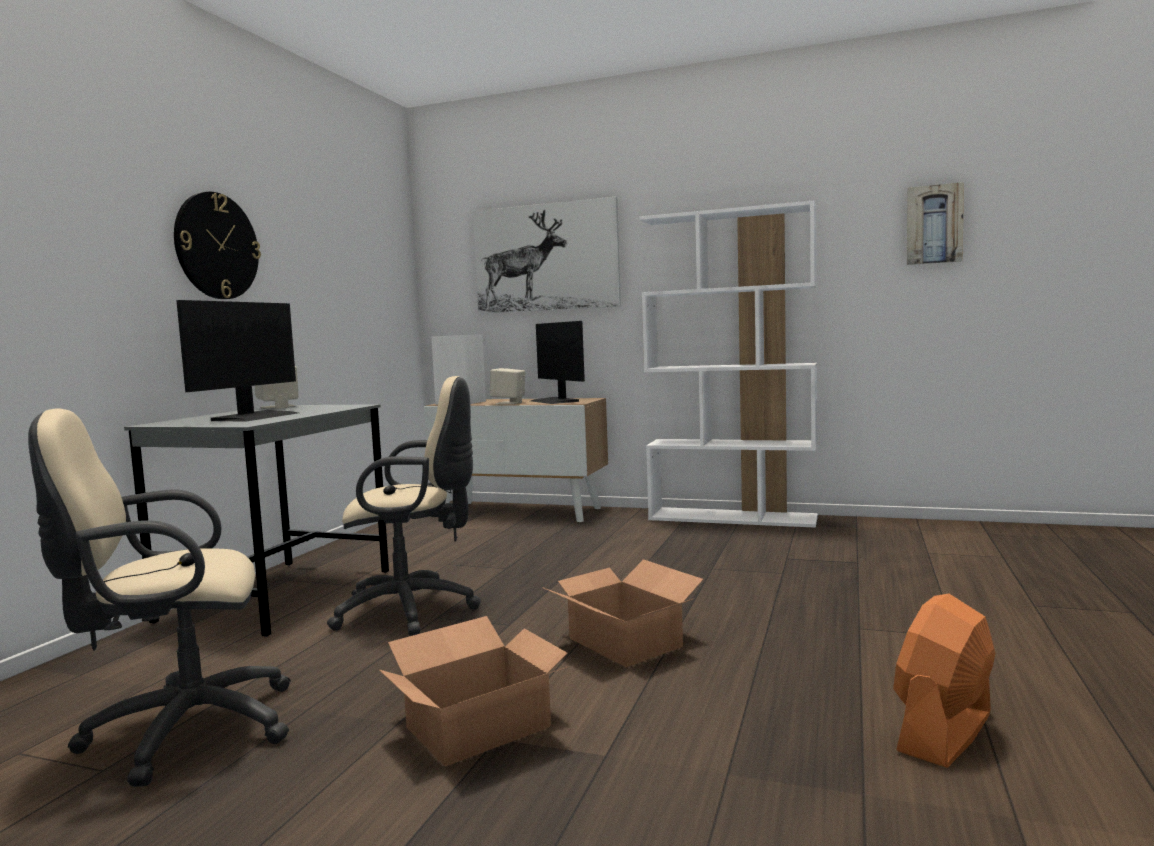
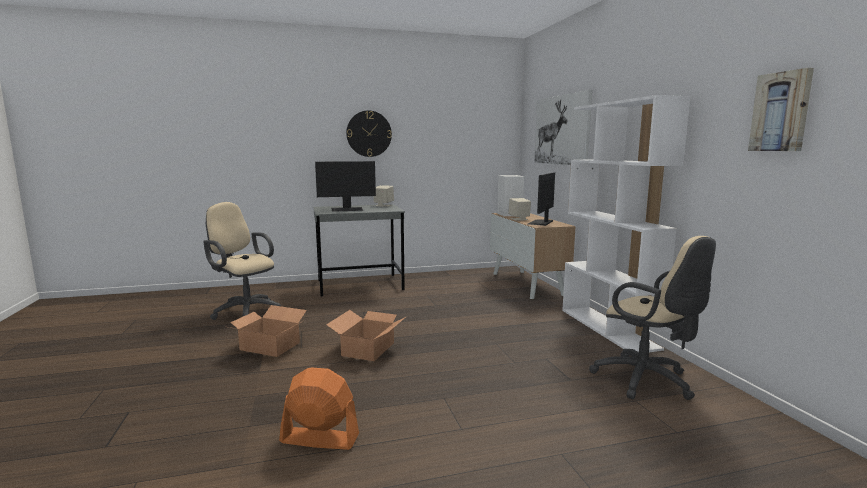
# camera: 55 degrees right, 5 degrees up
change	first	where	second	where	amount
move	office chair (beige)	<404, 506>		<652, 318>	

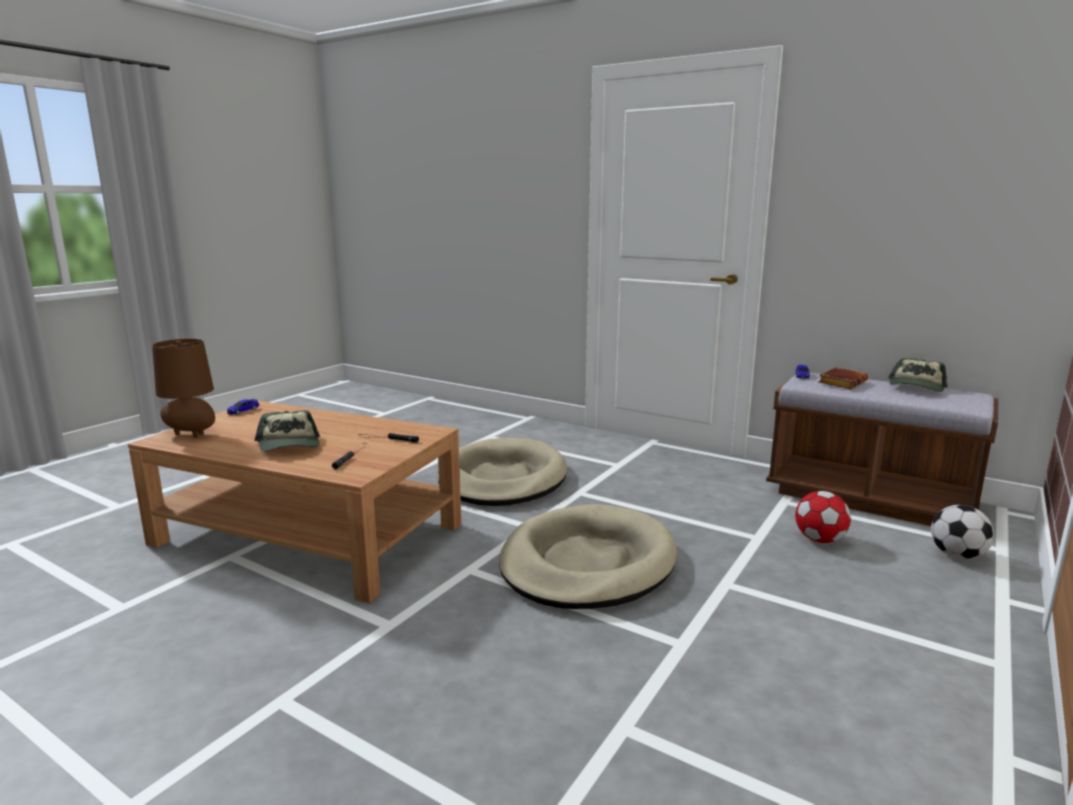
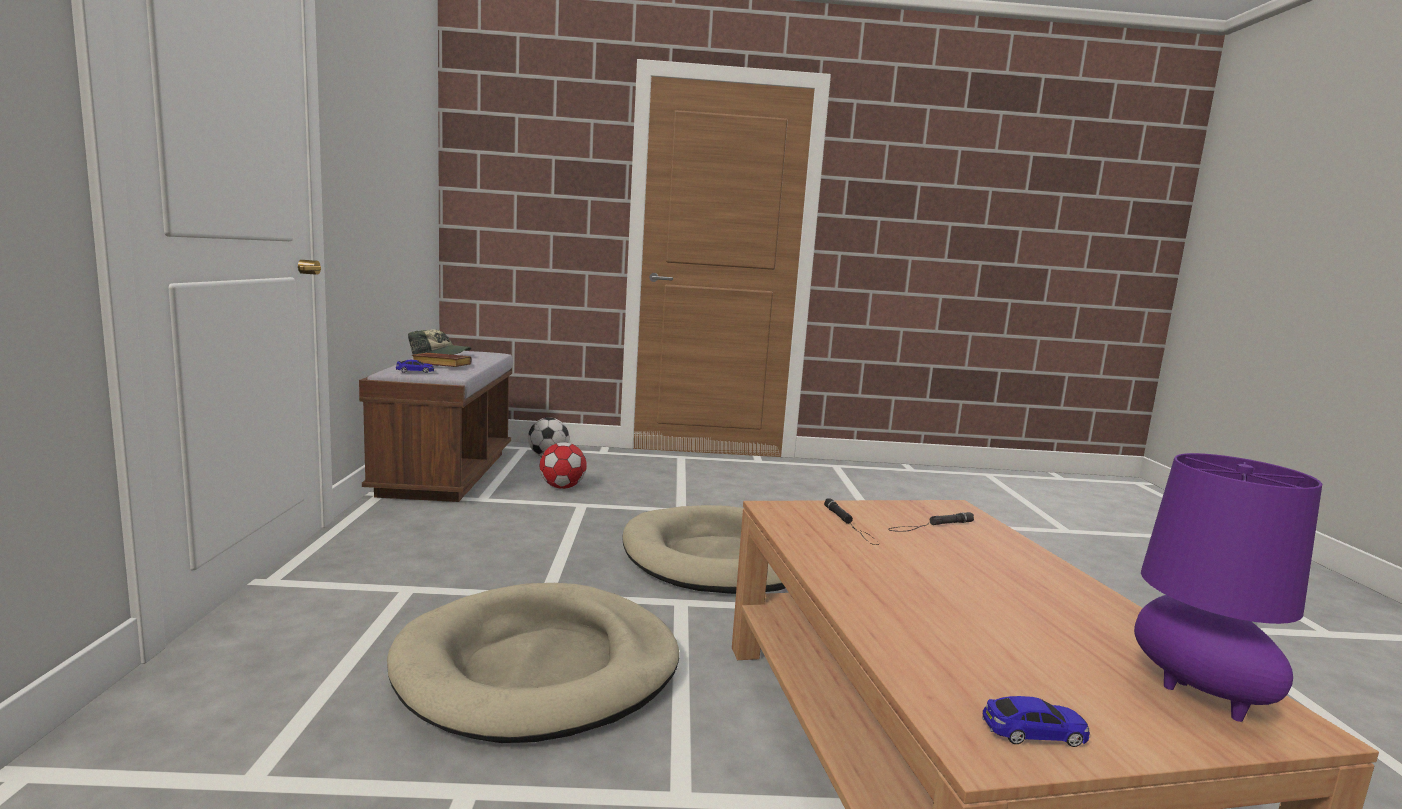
# camera: 125 degrees left, 5 degrees down
change	first	where	second	where	amount
recolor	table lamp (brown-coloured)	<183, 388>	table lamp (purplish)	<1228, 587>	
delete	baseball cap	<287, 431>			

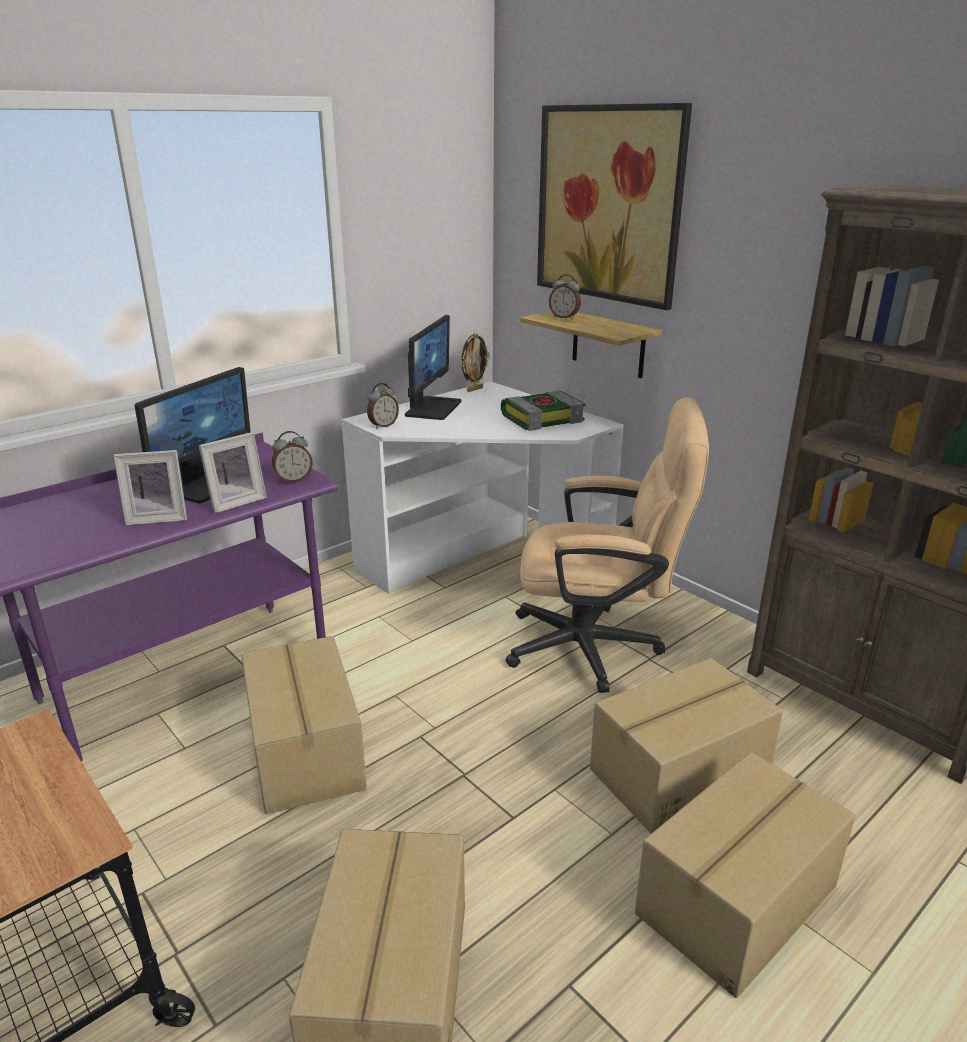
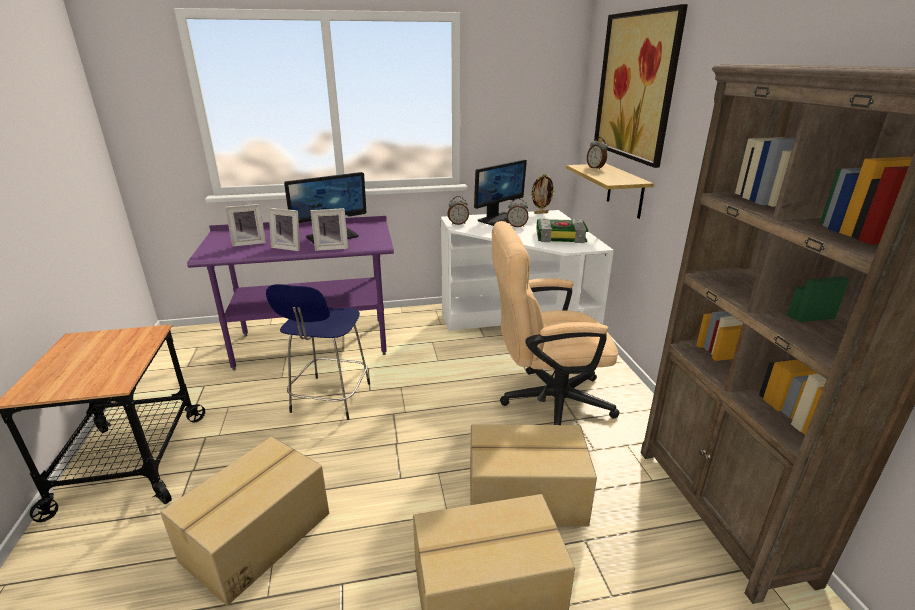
# camera: 30 degrees right, 0 degrees up
change	first	where	second	where	amount
insert			standing frame	<245, 225>	
replace	carton	<304, 725>	stool (bluish)	<318, 352>	
rotate	office chair (beige)	<607, 545>		<556, 323>	135 degrees clockwise
move	bedside clock	<292, 457>		<517, 212>	

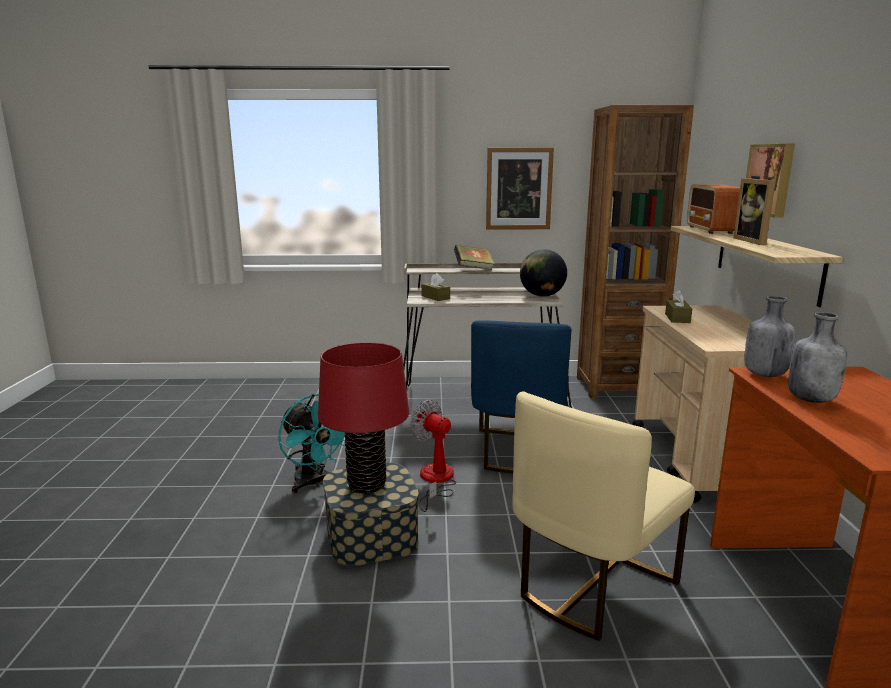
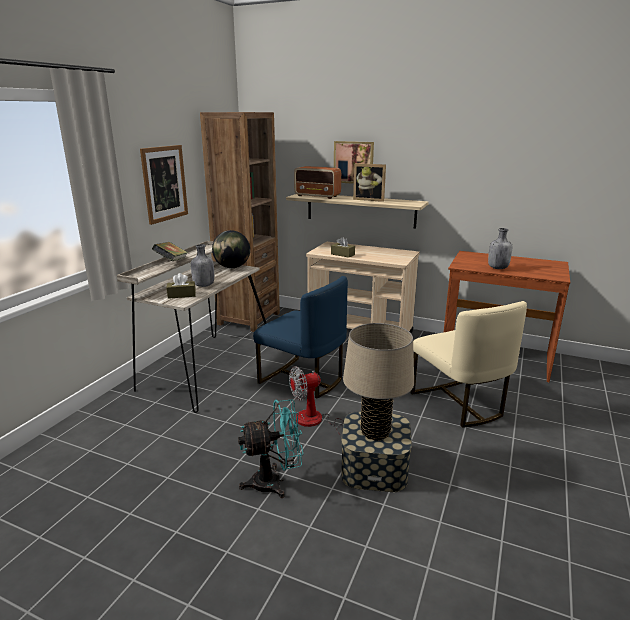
# camera: 65 degrees left, 5 degrees up
change	first	where	second	where	amount
move	bottle (grey)	<770, 336>		<202, 265>	
recolor	table lamp (red-coloured)	<363, 418>	table lamp (beige)	<378, 382>	

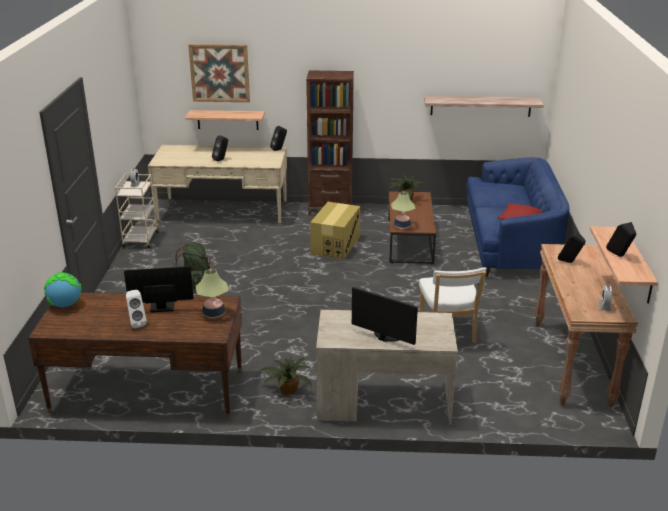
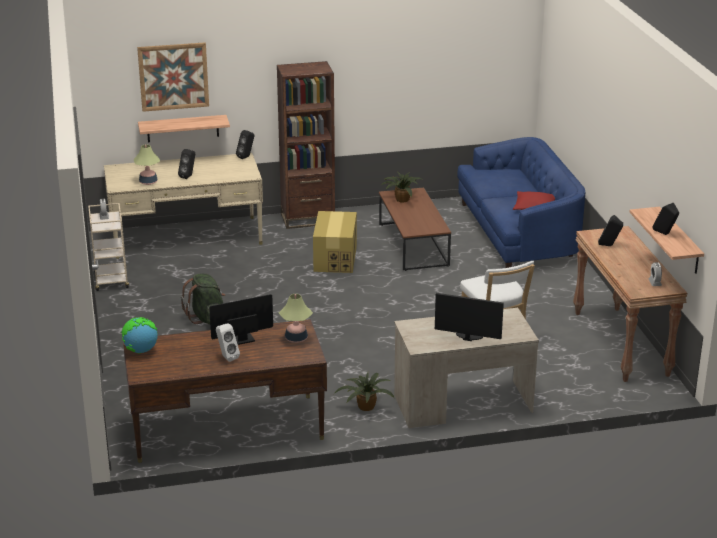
# camera: 15 degrees left, 0 degrees up
change	first	where	second	where	amount
move	table lamp	<403, 210>		<147, 164>	
delete	shelf	<484, 106>			

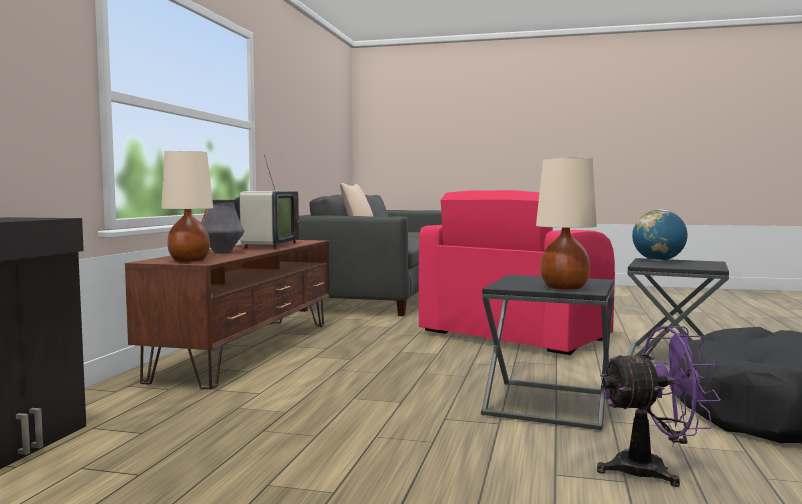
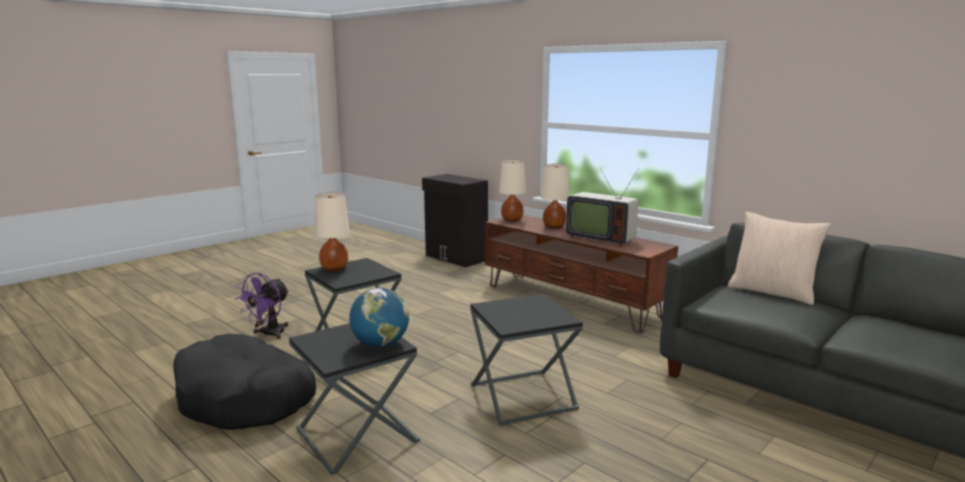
# camera: 120 degrees right, 10 degrees up
change	first	where	second	where	amount
replace	easy chair (pinkish)	<517, 272>	accent table (black)	<527, 359>	
replace	flower vase	<222, 226>	table lamp (beige)	<555, 196>	

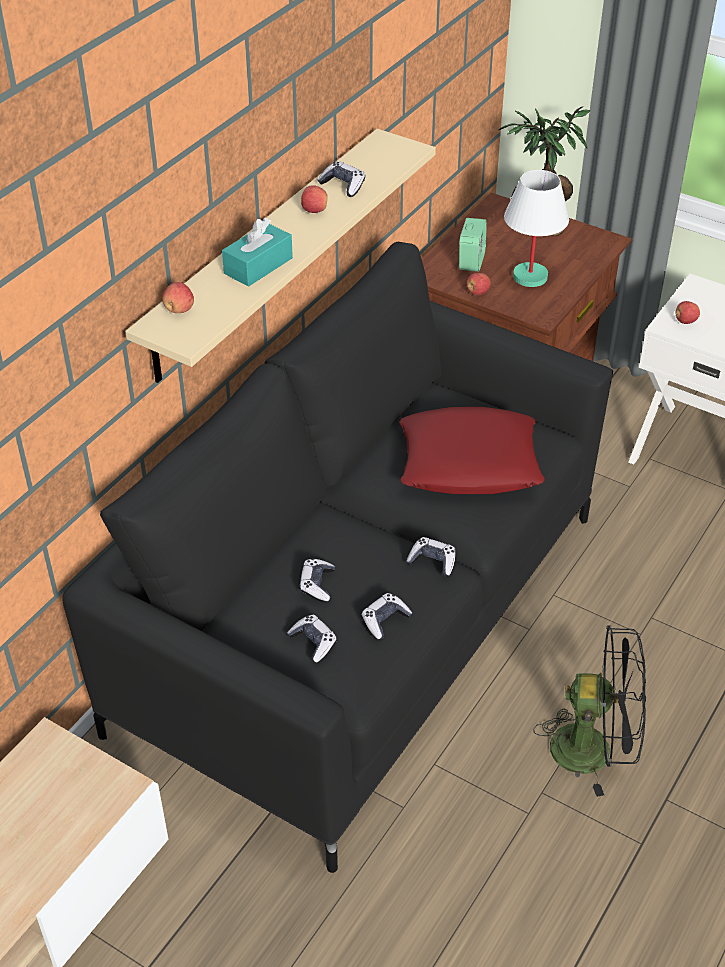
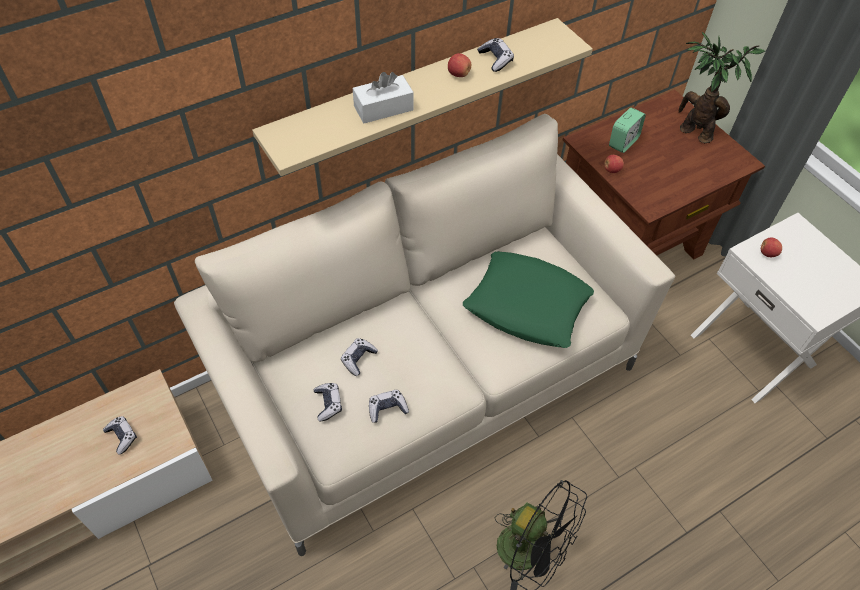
# camera: 25 degrees right, 10 degrees up
change	first	where	second	where	amount
move	joypad	<431, 556>		<120, 435>	
recolor	couch (black)	<337, 557>	couch (beige)	<424, 335>	
recolor	box of tissues (turquoise)	<257, 252>	box of tissues (whitish)	<383, 97>	
recolor	cushion (red-coloured)	<472, 450>	cushion (greenish)	<528, 299>	
delete	apple fruit	<178, 297>			
delete	table lamp (whitish)	<536, 228>			

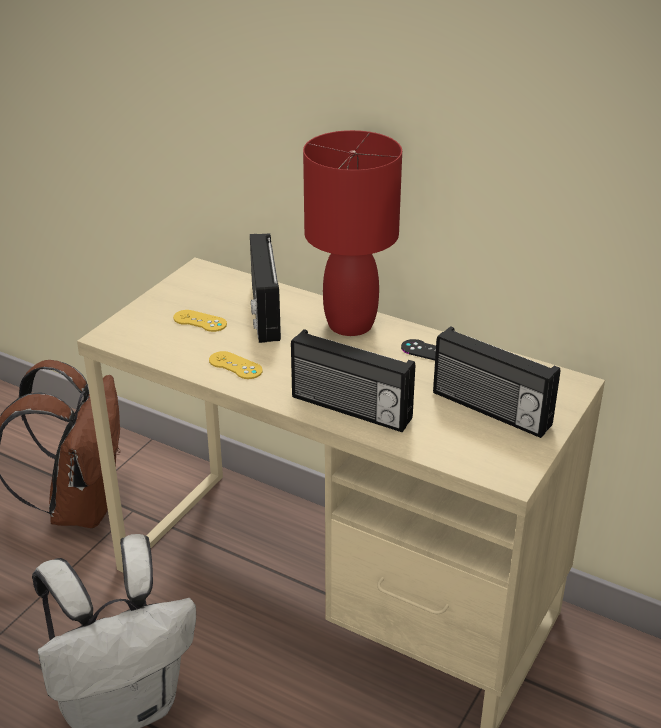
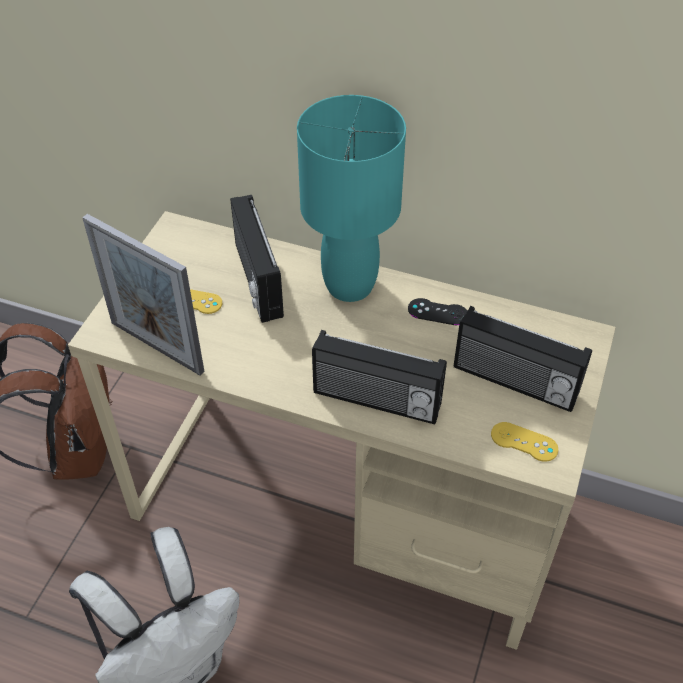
# camera: 10 degrees left, 15 degrees up
change	first	where	second	where	amount
insert			standing frame	<143, 295>	
recolor	table lamp (red-coloured)	<352, 233>	table lamp (turquoise)	<351, 198>	
move	joypad (yellowish)	<236, 365>		<524, 442>	

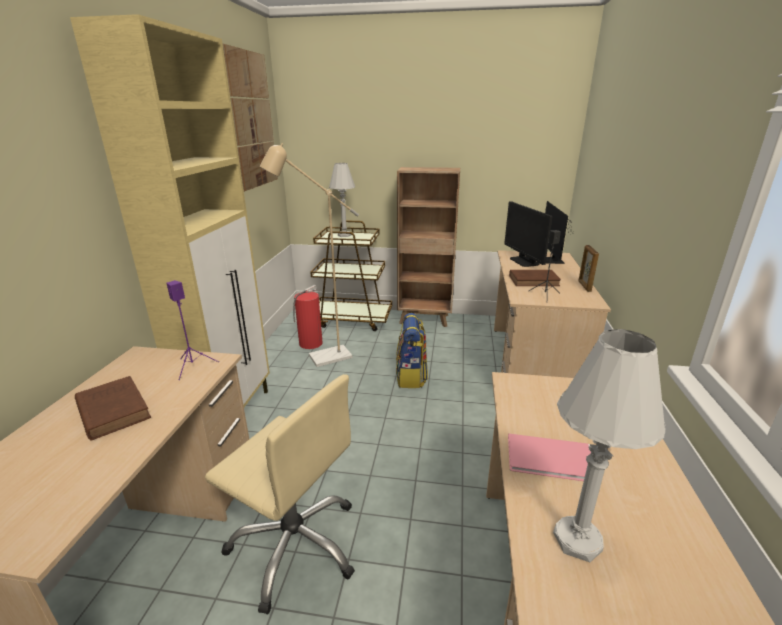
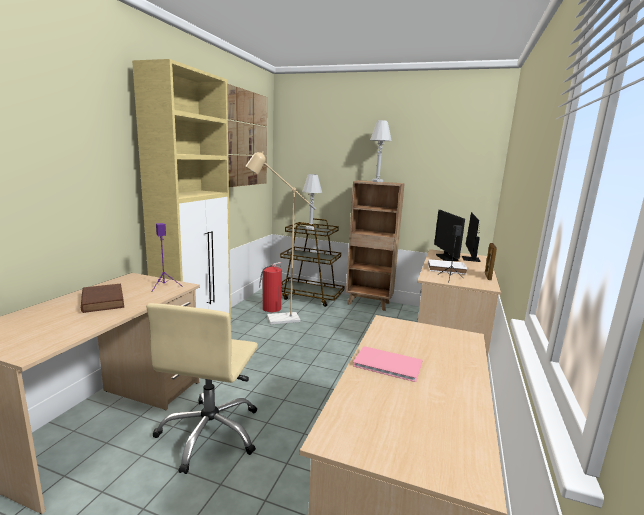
# camera: 10 degrees right, 10 degrees down
change	first	where	second	where	amount
rotate	office chair (beige)	<280, 494>		<202, 388>	60 degrees clockwise
move	table lamp (whitish)	<609, 445>		<381, 151>	
recolor	book (brown-coloured)	<535, 278>	book (whitish)	<447, 267>	
delete	rucksack	<412, 350>			

